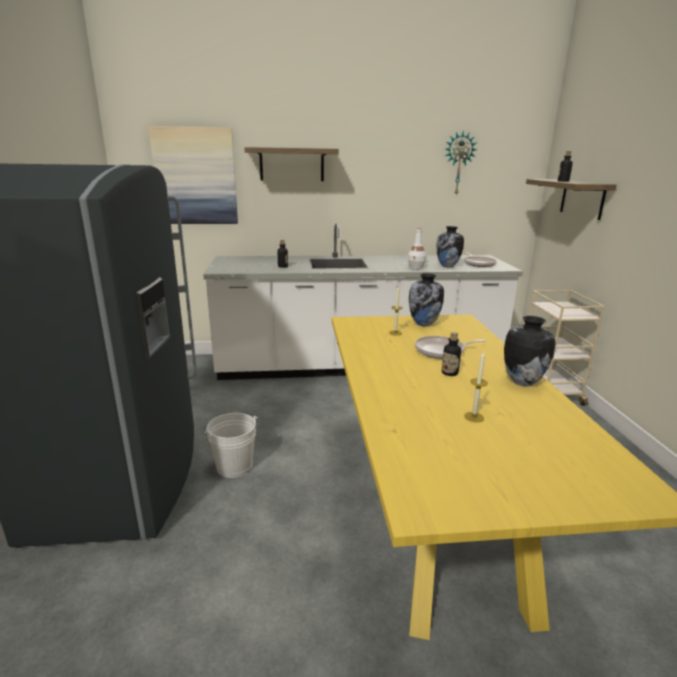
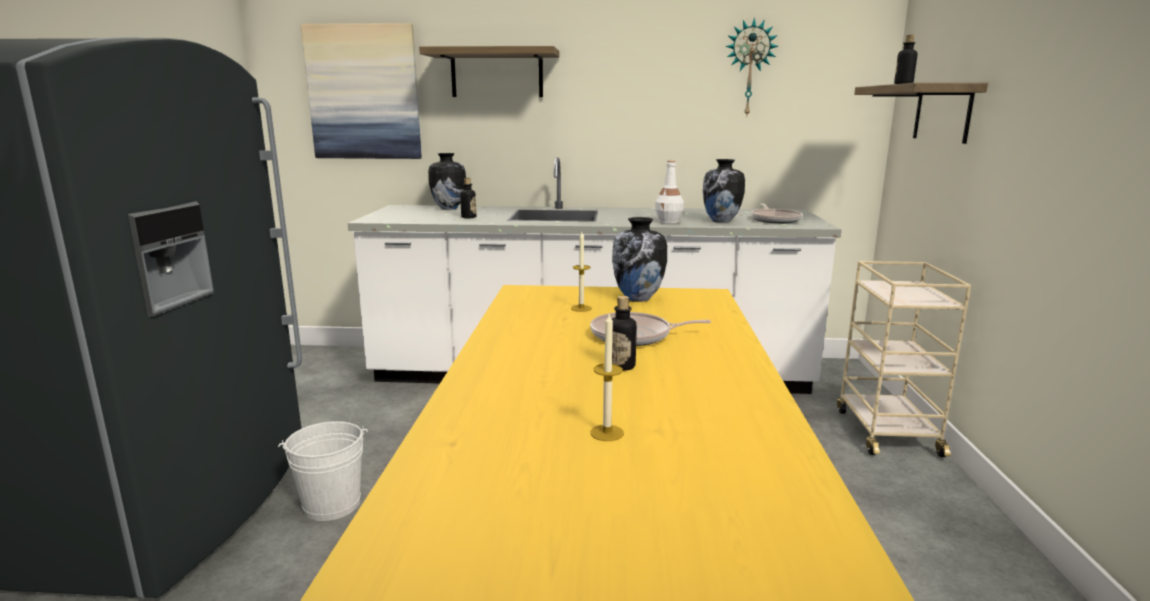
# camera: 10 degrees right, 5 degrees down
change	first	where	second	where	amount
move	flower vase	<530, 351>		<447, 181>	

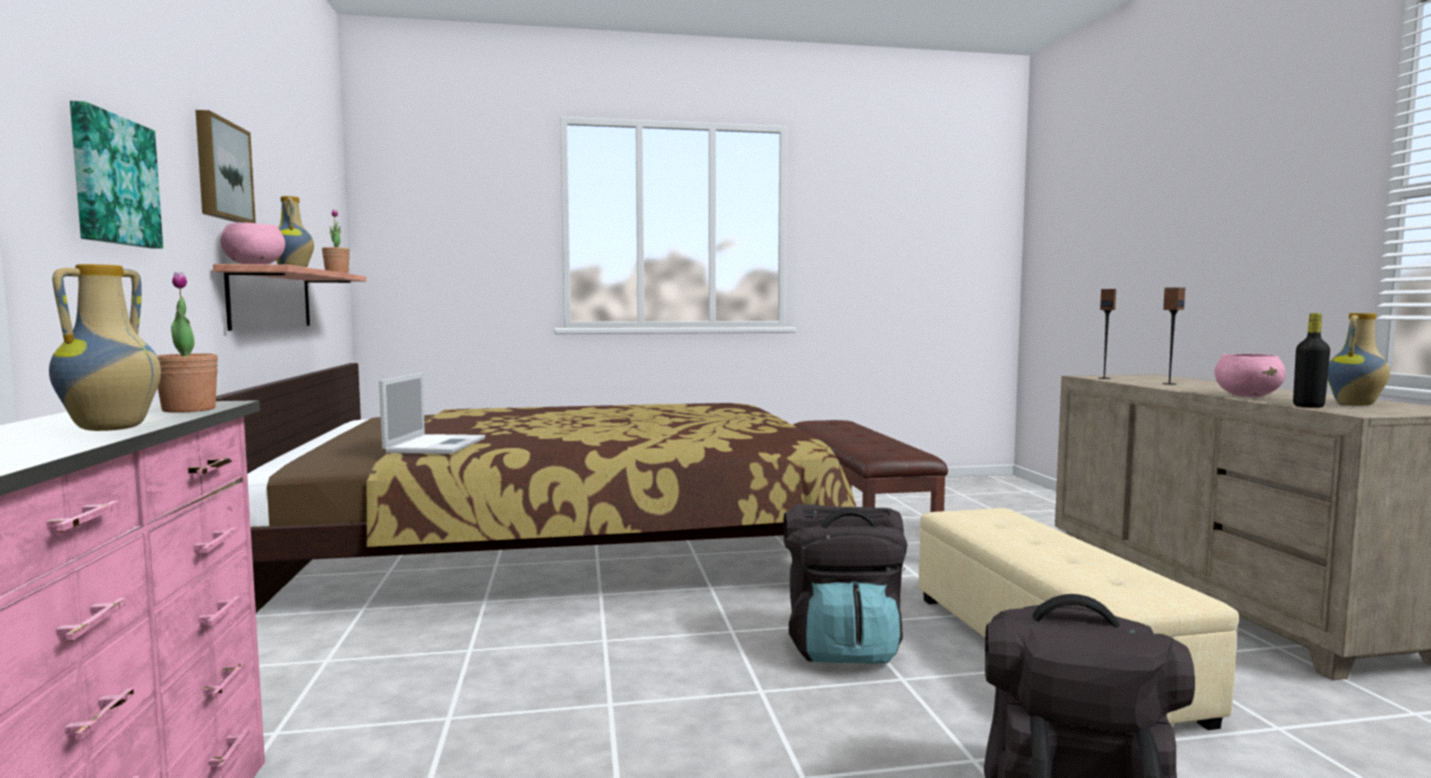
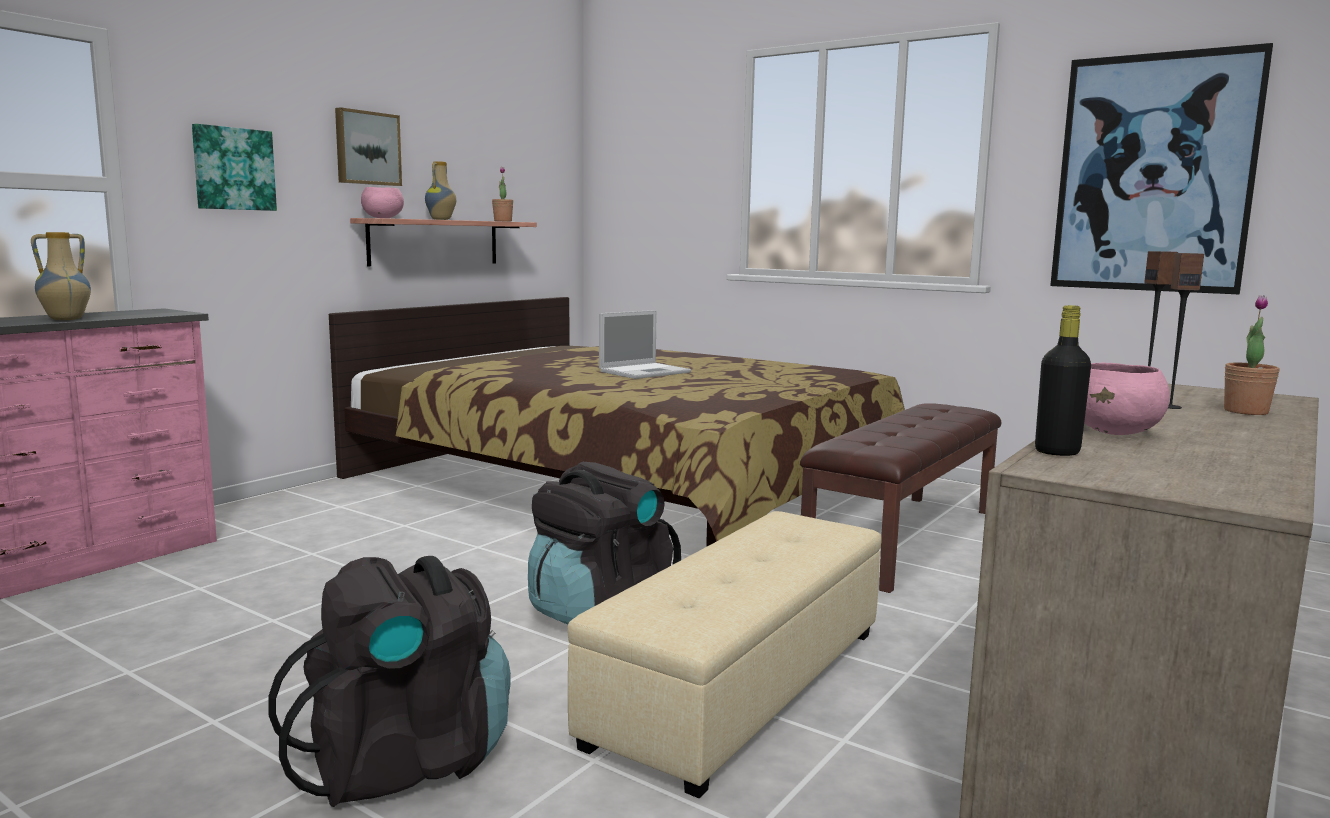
# camera: 45 degrees right, 5 degrees up
change	first	where	second	where	amount
move	portable computer	<432, 413>		<645, 344>	
insert			picture	<1161, 168>	
move	plant in a pot	<187, 342>		<1252, 355>	
delete	flower vase	<1358, 359>			

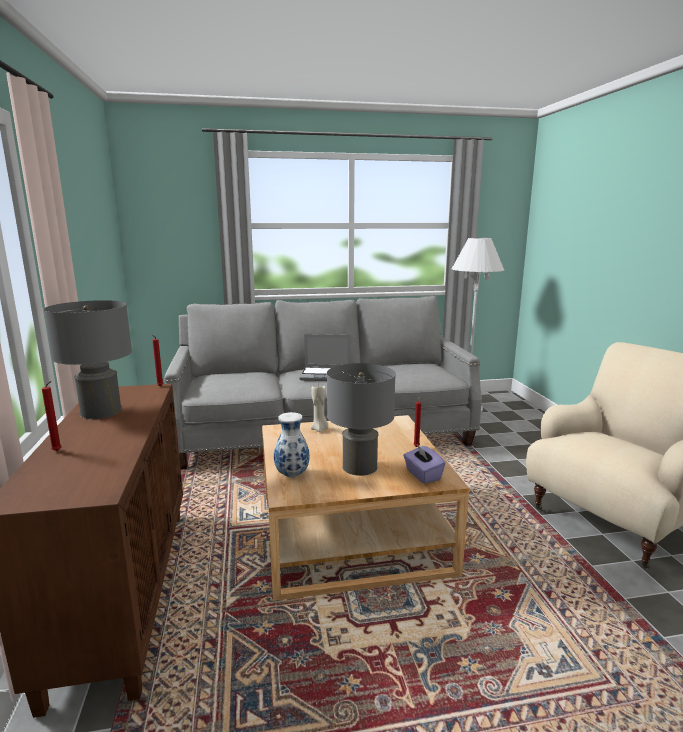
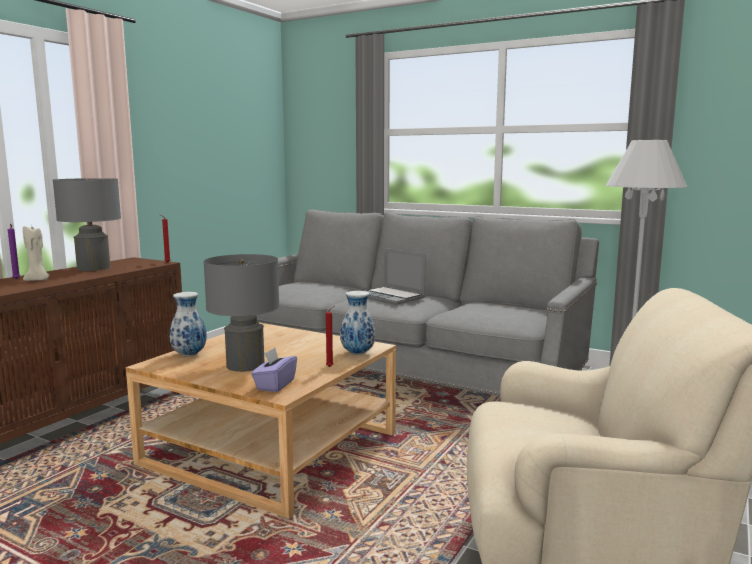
# camera: 40 degrees right, 5 degrees down
change	first	where	second	where	amount
recolor	candle (red-coloured)	<52, 416>	candle (purplish)	<14, 251>	
move	candle (beige)	<319, 408>		<36, 254>	
insert			flower vase	<357, 323>	

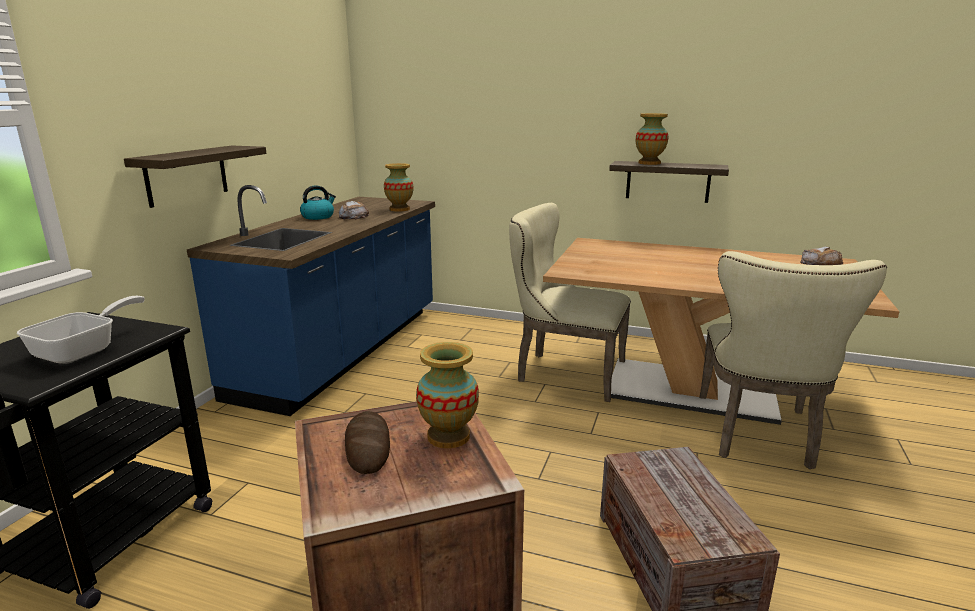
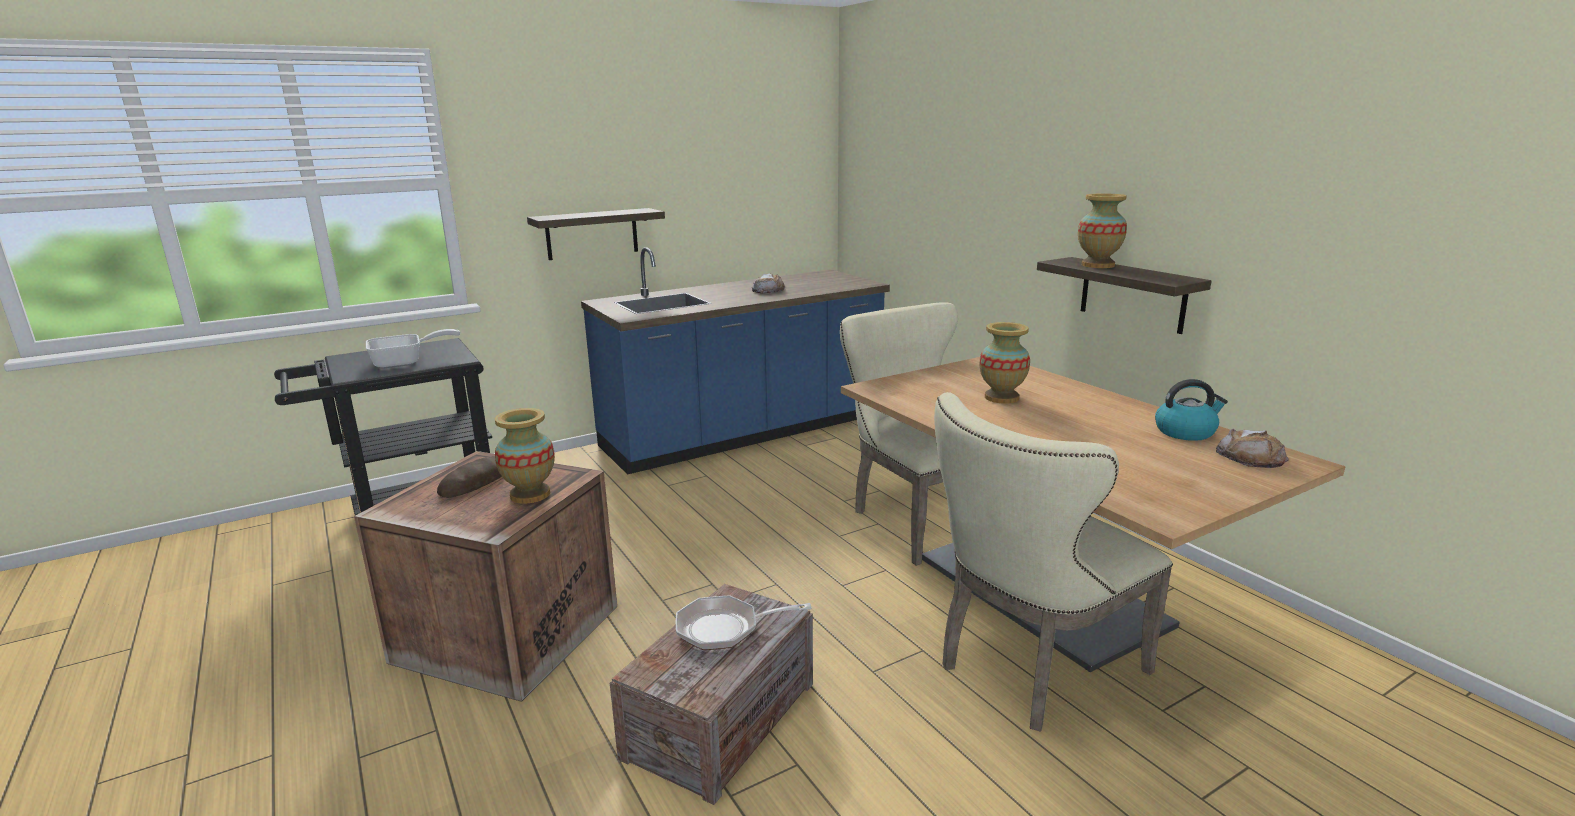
# camera: 40 degrees right, 0 degrees up
change	first	where	second	where	amount
insert			pan	<744, 622>	
move	flower vase	<398, 187>		<1005, 363>	
move	tea kettle	<318, 203>		<1191, 410>	

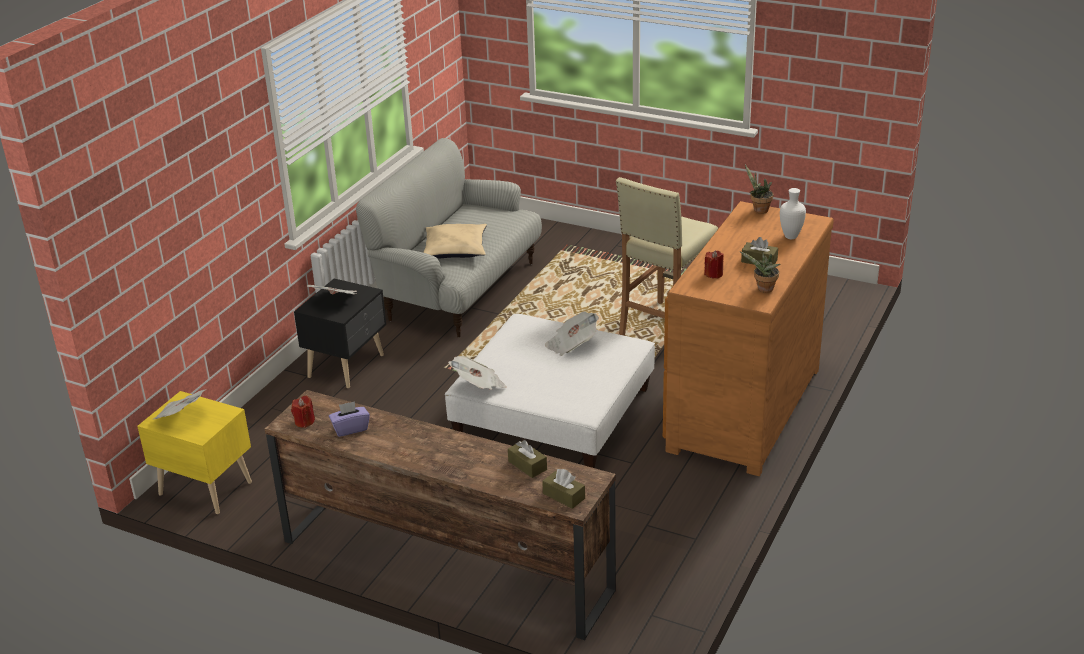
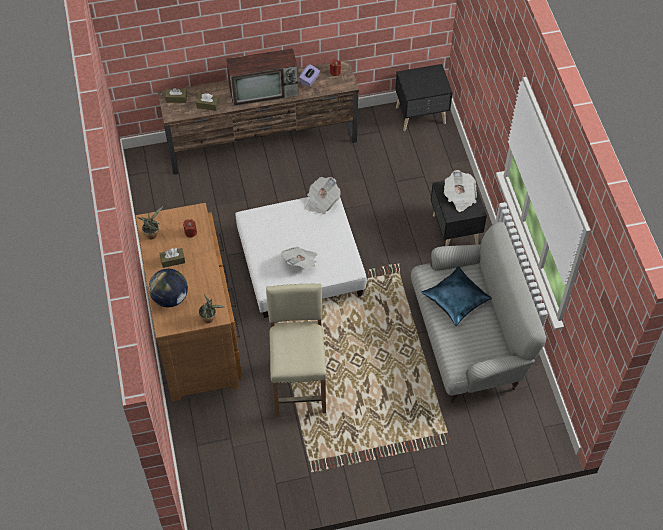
# camera: 140 degrees right, 25 degrees up
change	first	where	second	where	amount
replace	flower vase (whitish)	<793, 213>	desk globe	<168, 288>	
insert			TV set	<262, 77>	
recolor	bedside table (yellowish)	<194, 452>	bedside table (black)	<424, 97>	
recolor	cushion (beige)	<455, 241>	cushion (bluish)	<456, 296>	
delete	daily paper	<179, 404>			

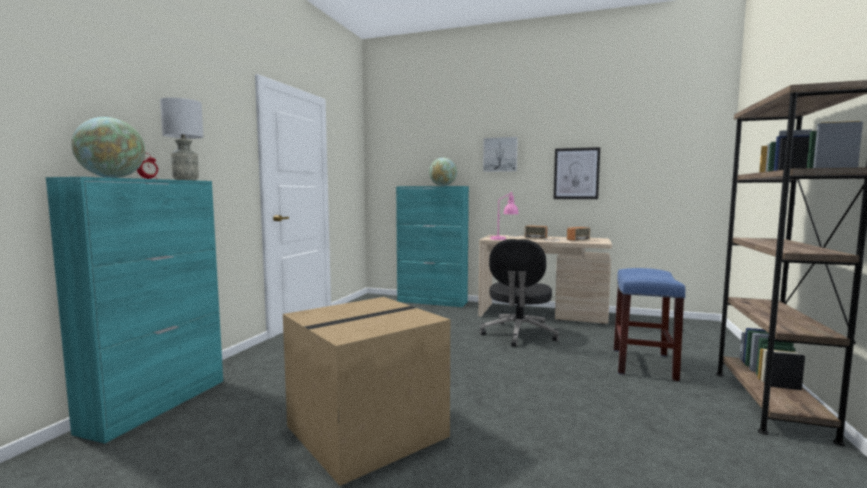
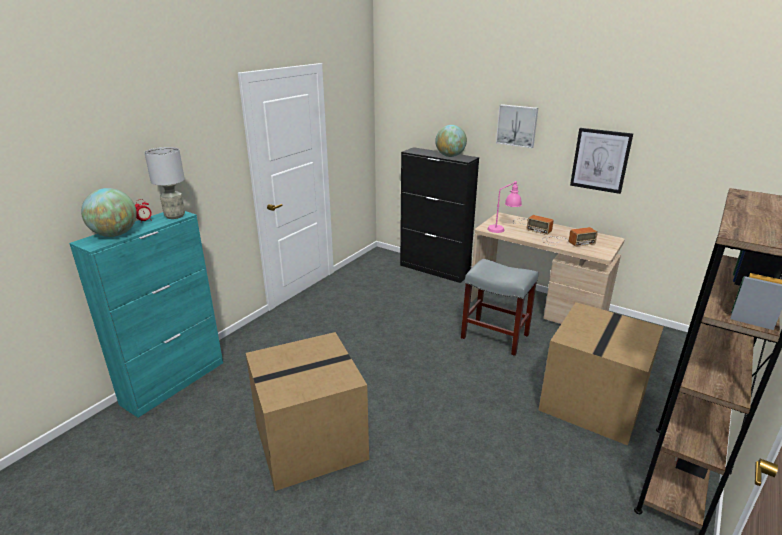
# camera: 15 degrees right, 20 degrees up
change	first	where	second	where	amount
recolor	cupboard (turquoise)	<432, 246>	cupboard (black)	<439, 215>	
replace	office chair (black)	<519, 293>	stool (grey)	<499, 307>	
replace	stool (bluish)	<650, 324>	carton	<601, 374>	

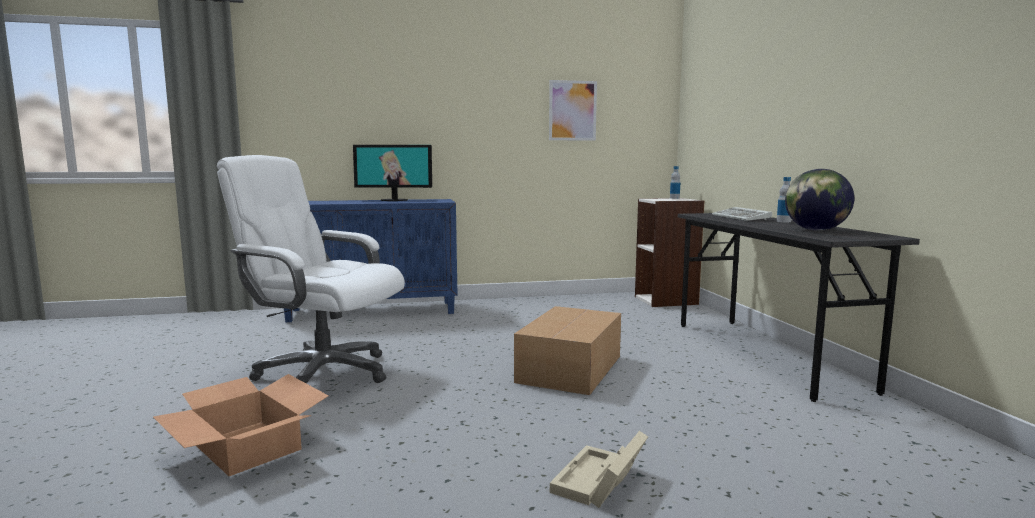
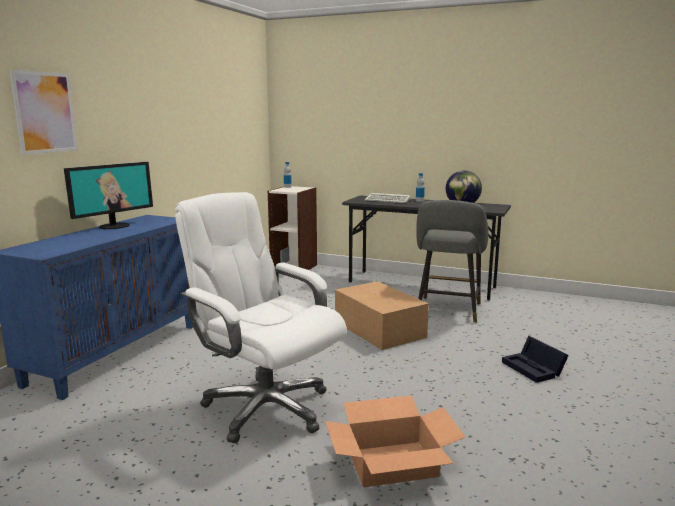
# camera: 55 degrees left, 5 degrees up
change	first	where	second	where	amount
move	picture	<573, 110>		<43, 112>	
rotate	office chair (whitish)	<311, 269>		<261, 317>	75 degrees clockwise
insert			stool (grey)	<452, 261>	
recolor	storage container (beige)	<599, 469>	storage container (black)	<535, 359>	

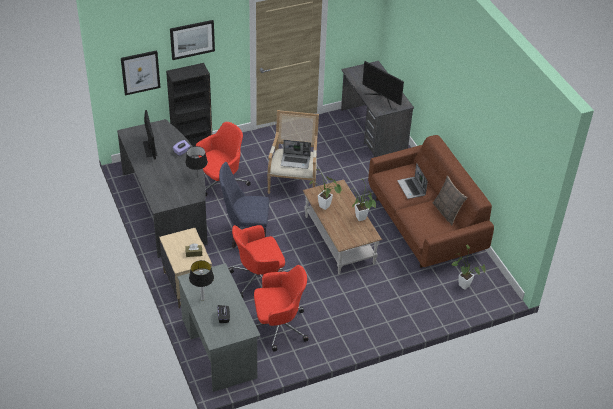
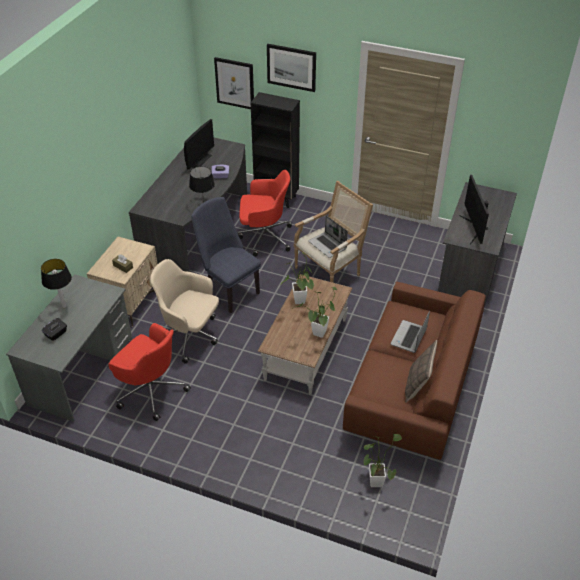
# camera: 45 degrees right, 0 degrees up
change	first	where	second	where	amount
recolor	office chair (red-coloured)	<257, 261>	office chair (beige)	<184, 311>	

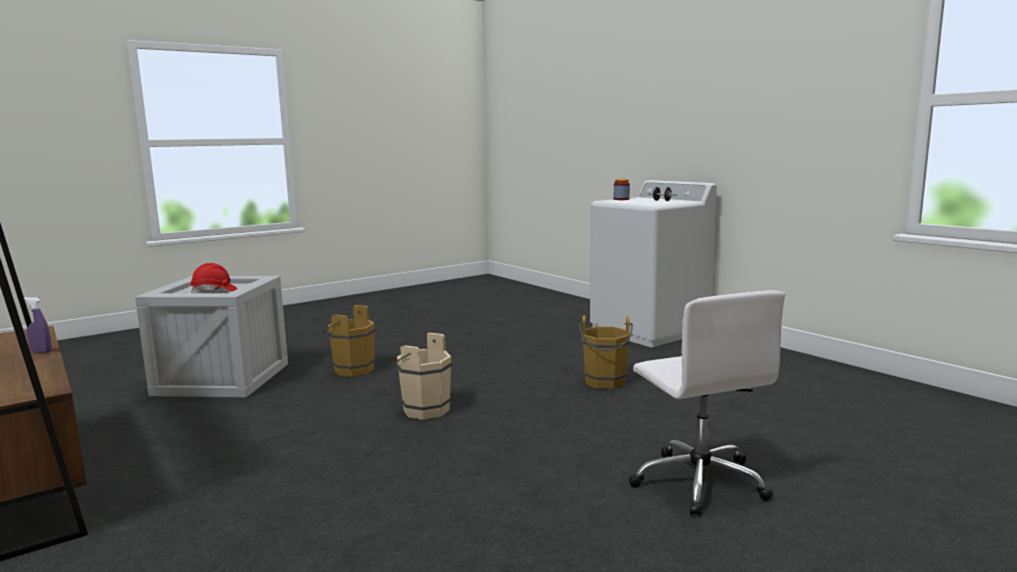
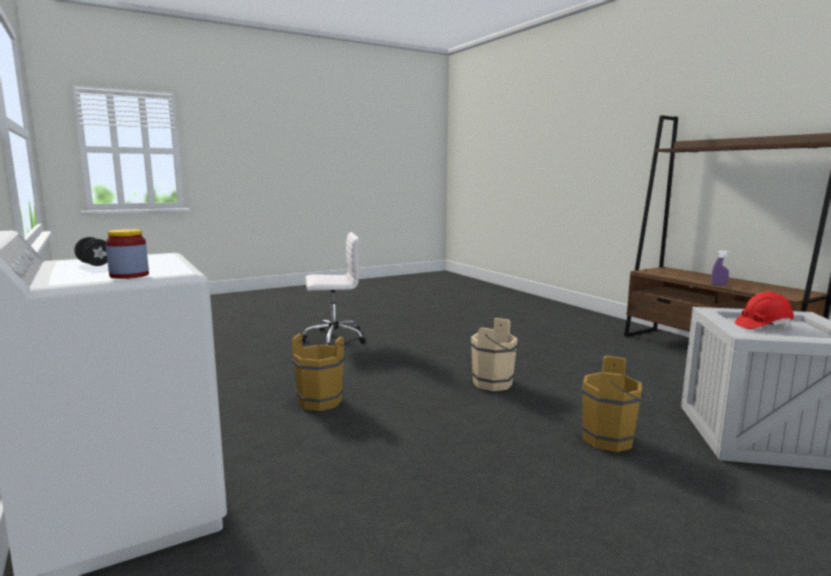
# camera: 175 degrees left, 0 degrees up
change	first	where	second	where	amount
rotate	office chair (whitish)	<706, 403>		<334, 288>	90 degrees clockwise

